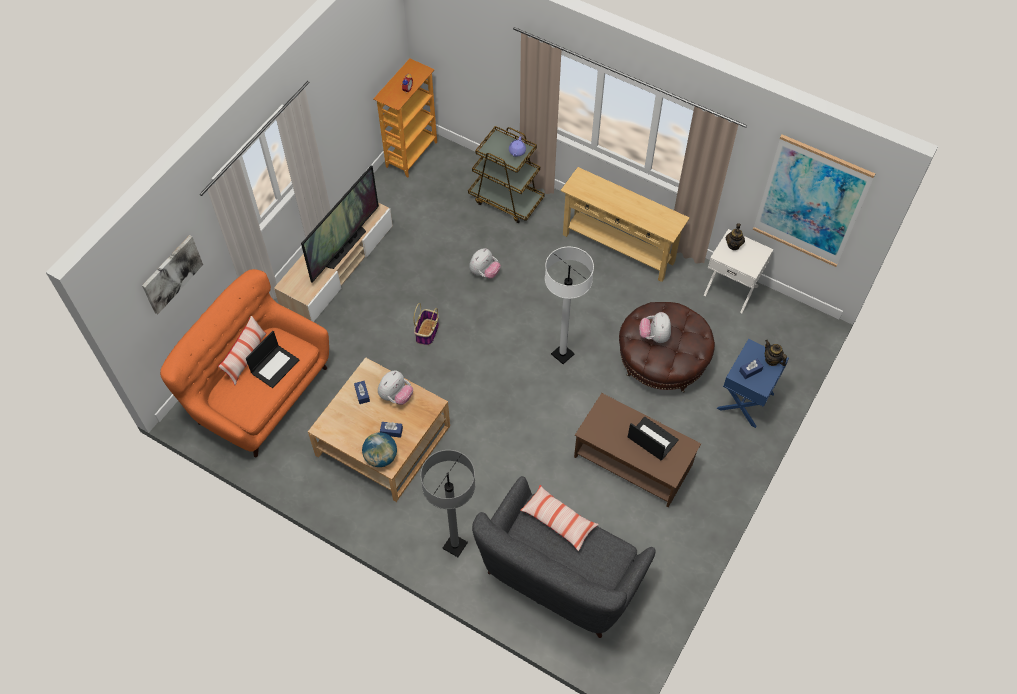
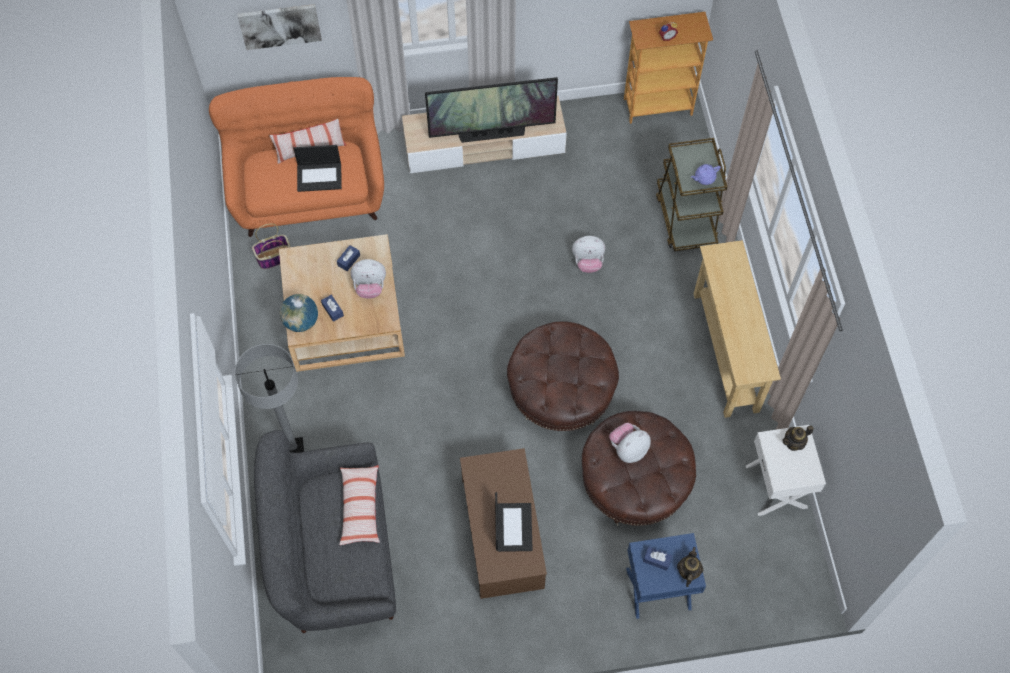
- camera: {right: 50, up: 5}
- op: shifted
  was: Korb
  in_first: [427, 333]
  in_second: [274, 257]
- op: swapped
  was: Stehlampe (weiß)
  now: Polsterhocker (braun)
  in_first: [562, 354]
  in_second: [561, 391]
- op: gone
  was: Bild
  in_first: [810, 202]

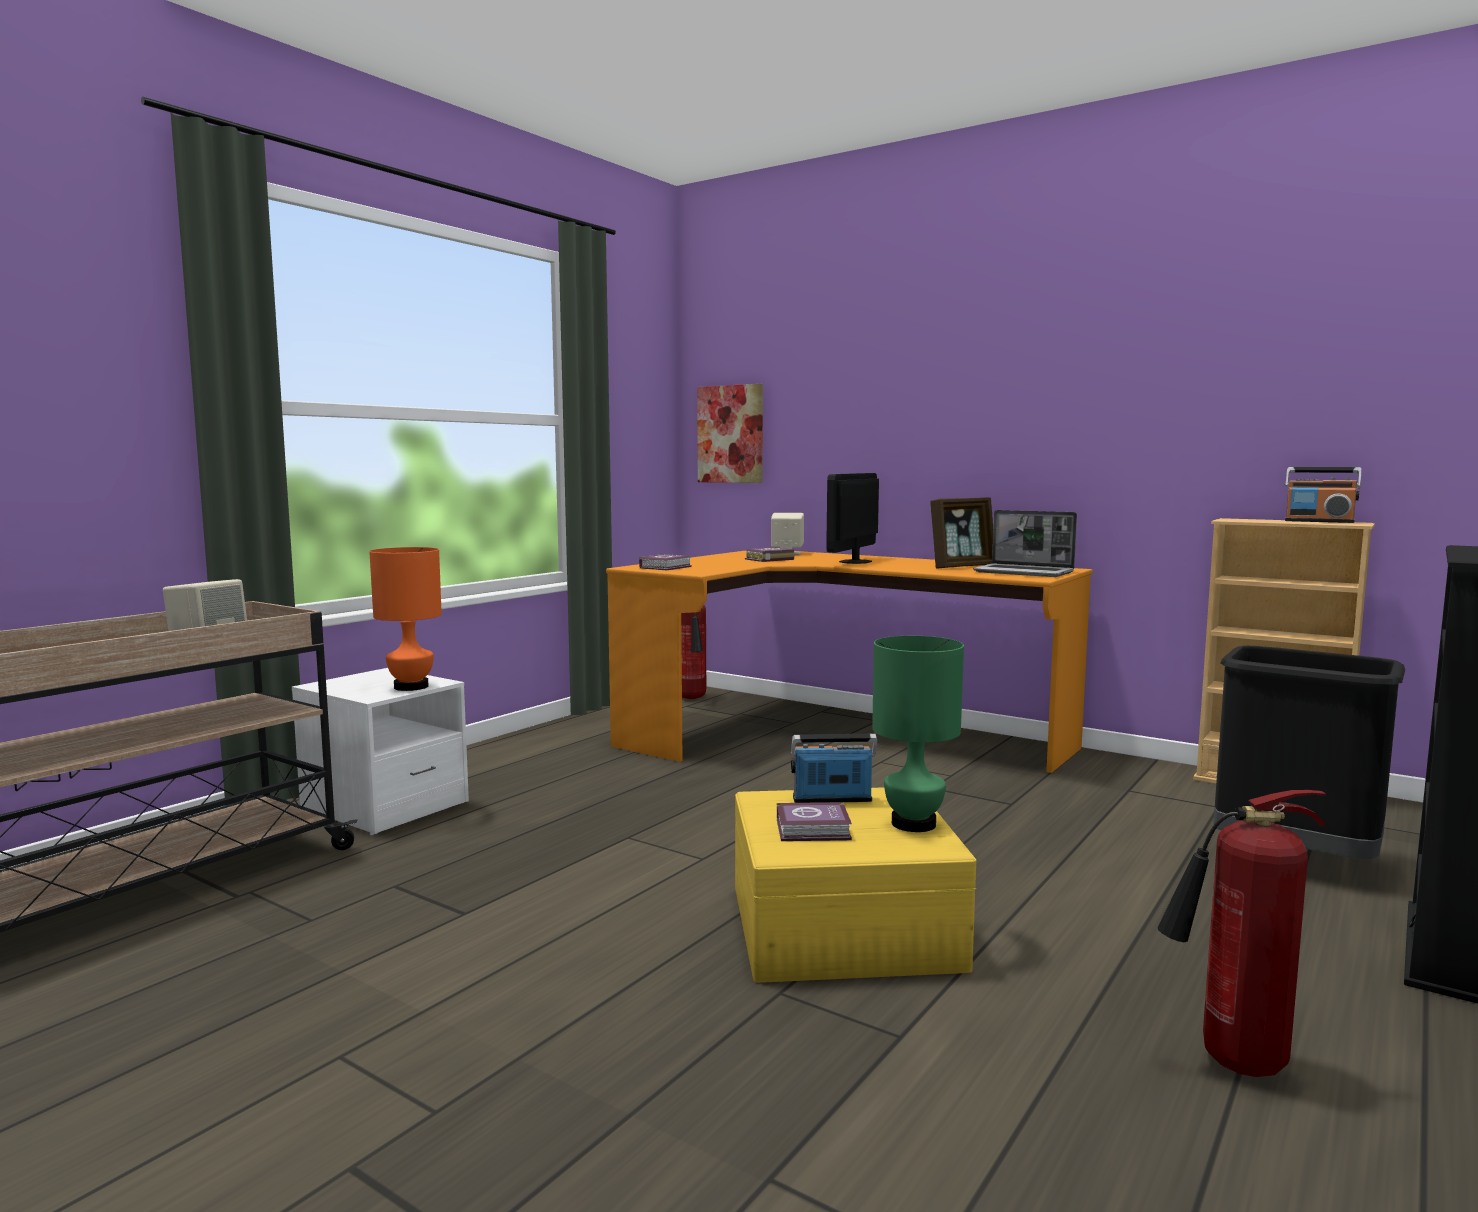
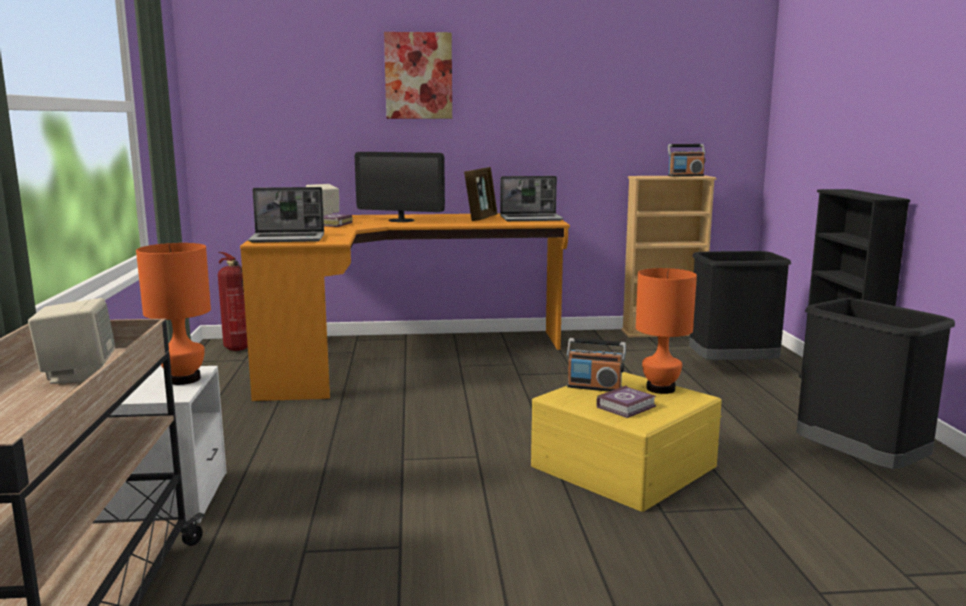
- camera: {right: -40, up: 5}
- op: swapped
  was: Buch
  now: Laptop
  in_first: [667, 567]
  in_second: [288, 239]
- op: rotated
  was: Monitor
  in_first: [855, 561]
  in_second: [401, 220]
  clockwise: -60
- op: shifted
  was: Bild
  in_first: [730, 434]
  in_second: [418, 76]
- op: rotated
  was: Radio
  in_first: [832, 800]
  in_second: [594, 387]
  clockwise: -120
- op: repainted
  was: Tischlampe (grün)
  now: Tischlampe (orange)
  in_first: [914, 824]
  in_second: [661, 388]
- op: swapped
  was: Feuerlöscher
  now: Mülleimer (schwarz)
  in_first: [1232, 1064]
  in_second: [860, 465]

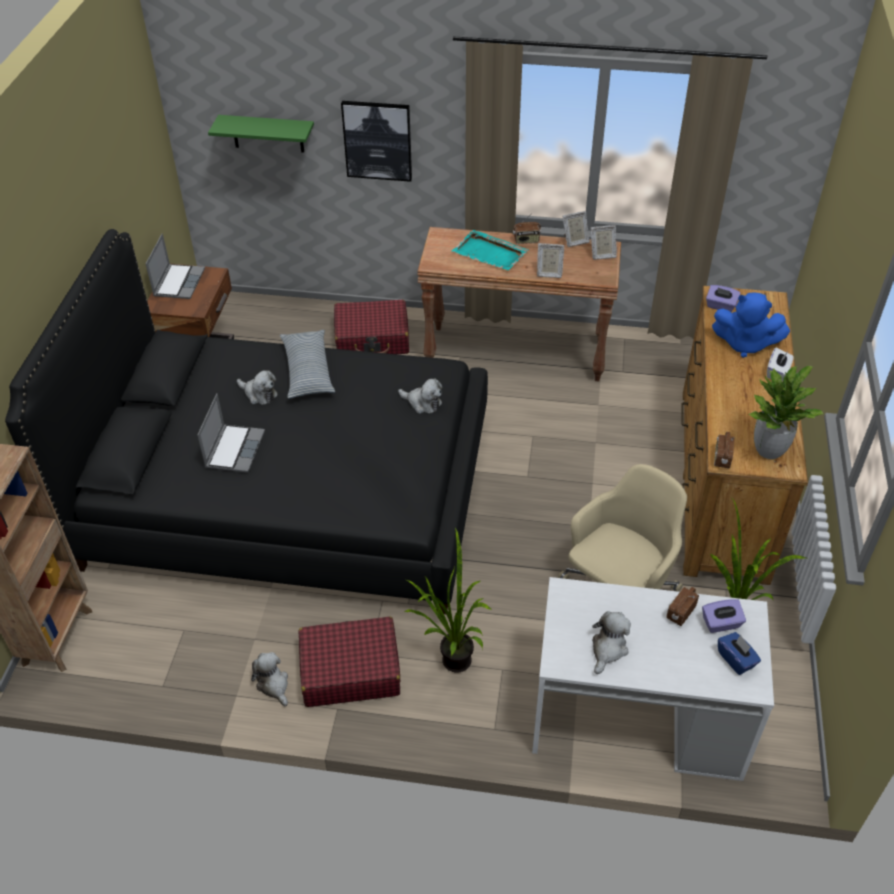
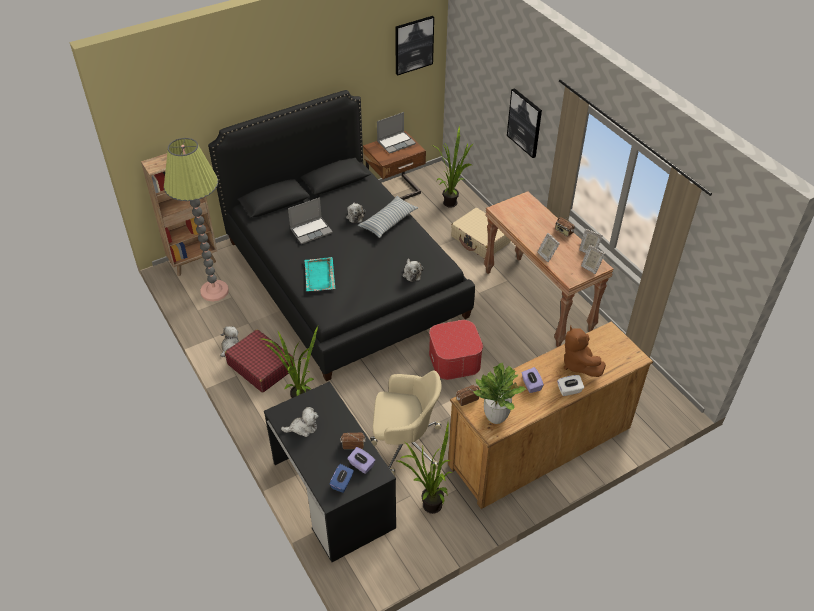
- camera: {right: 50, up: 0}
- op: new
  now: Stehlampe
  in_second: [214, 291]
- op: repainted
  was: Schreibtisch (weiß)
  now: Schreibtisch (schwarz)
  in_first: [637, 717]
  in_second: [332, 494]
- op: shifted
  was: Tablett (türkis)
  in_first: [490, 253]
  in_second: [319, 276]
- op: new
  now: Bild
  in_second: [413, 45]
- op: new
  now: Polsterhocker
  in_second: [454, 360]
- op: new
  now: Topfpflanze
  in_second: [452, 202]
- op: repainted
  was: Koffer (rot)
  now: Koffer (beige)
  in_first: [372, 338]
  in_second: [480, 240]
- op: shifted
  was: Taschentuchbox (lila)
  in_first: [720, 306]
  in_second: [531, 385]
- op: repainted
  was: Plüschtier (blau)
  now: Plüschtier (braun)
  in_first: [745, 344]
  in_second: [578, 364]
- op: gone
  was: Wandregal (grün)
  in_first: [267, 133]

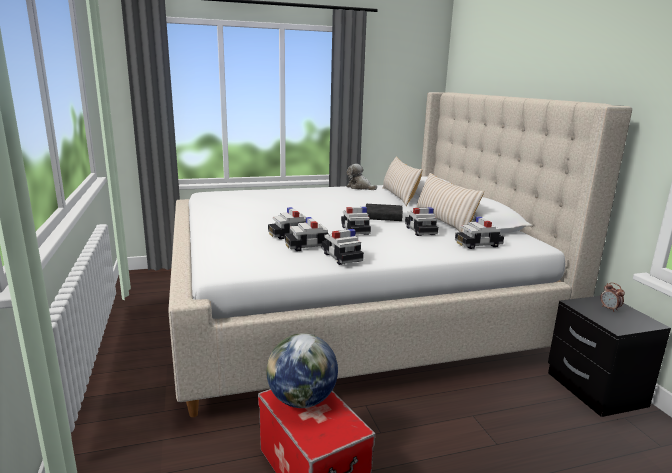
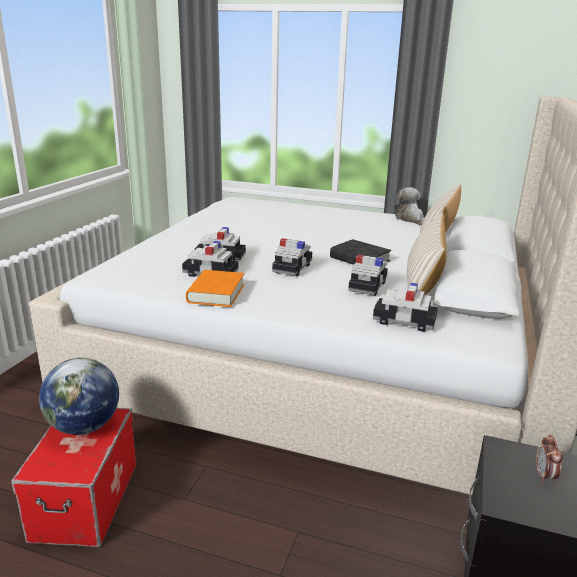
- camera: {right: 35, up: 5}
- op: swapped
  was: Spielzeugauto
  now: Buch (orange)
  in_first: [341, 257]
  in_second: [216, 293]

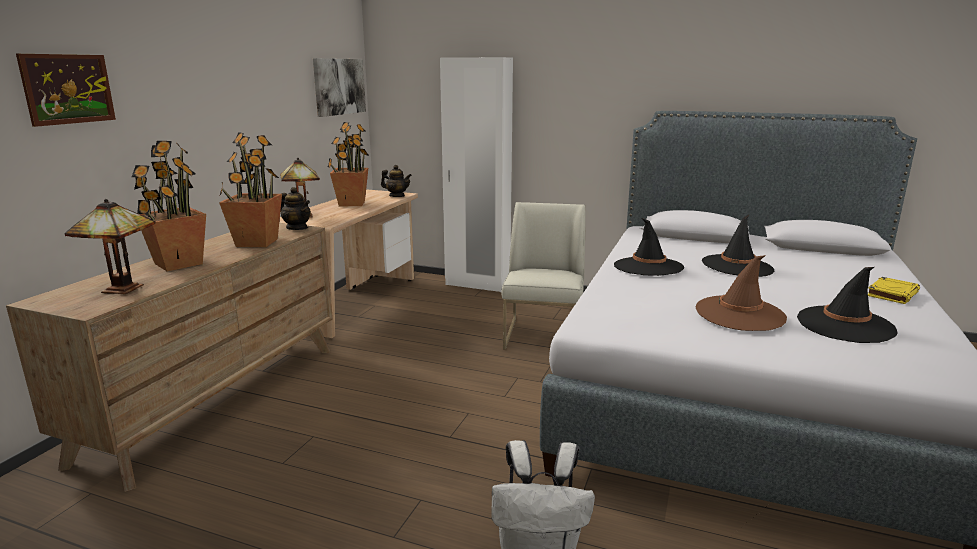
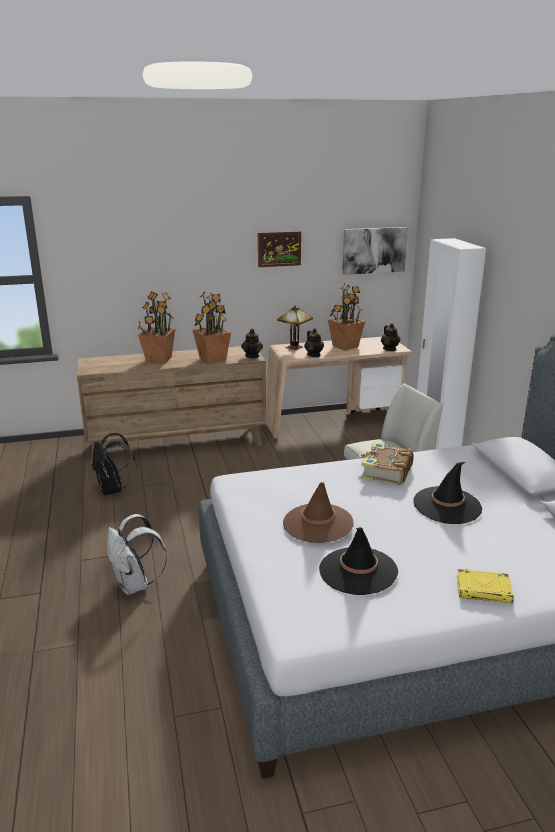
- camera: {right: 55, up: 5}
- op: new
  now: Rucksack (schwarz)
  in_second: [113, 489]
- op: shifted
  was: Bild
  in_first: [68, 89]
  in_second: [279, 249]
- op: new
  now: Teekanne
  in_second: [314, 355]
- op: swapped
  was: Hut (schwarz)
  now: Buch
  in_first: [648, 267]
  in_second: [385, 472]
- op: gone
  was: Tischlampe
  in_first: [123, 288]

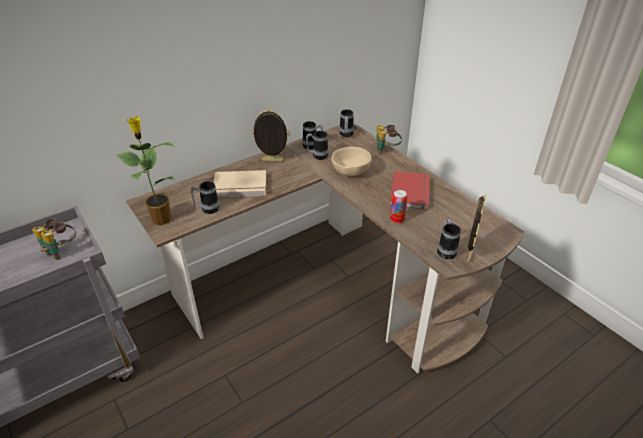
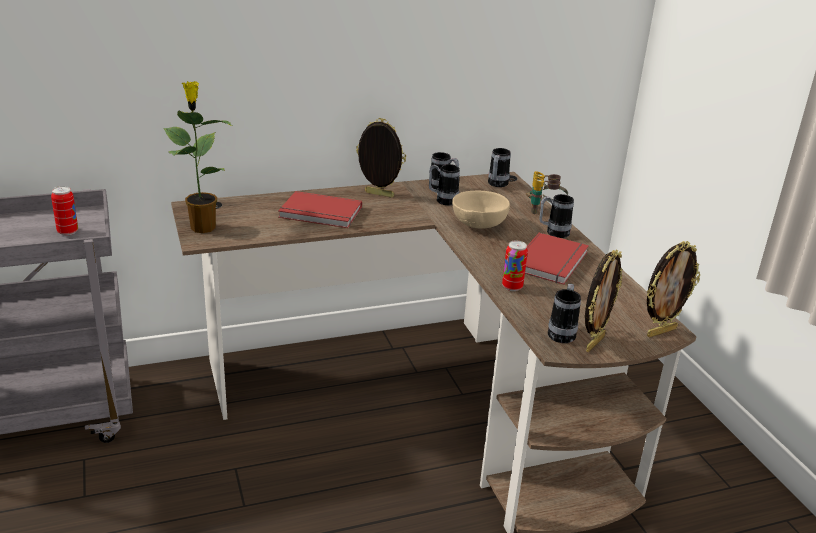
- camera: {right: 15, up: -10}
- op: swapped
  was: Fernglas
  now: Dose
  in_first: [61, 250]
  in_second: [67, 232]
- op: repainted
  was: Buch (beige)
  now: Buch (rot)
  in_first: [240, 186]
  in_second: [320, 213]
- op: shifted
  was: Henkelbecher
  in_first: [207, 209]
  in_second: [553, 233]
- op: new
  now: Bilderrahmen
  in_second: [660, 331]

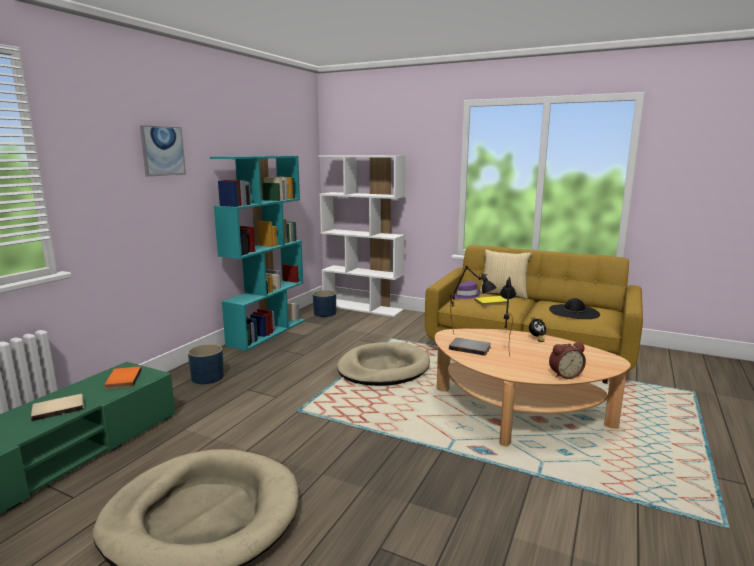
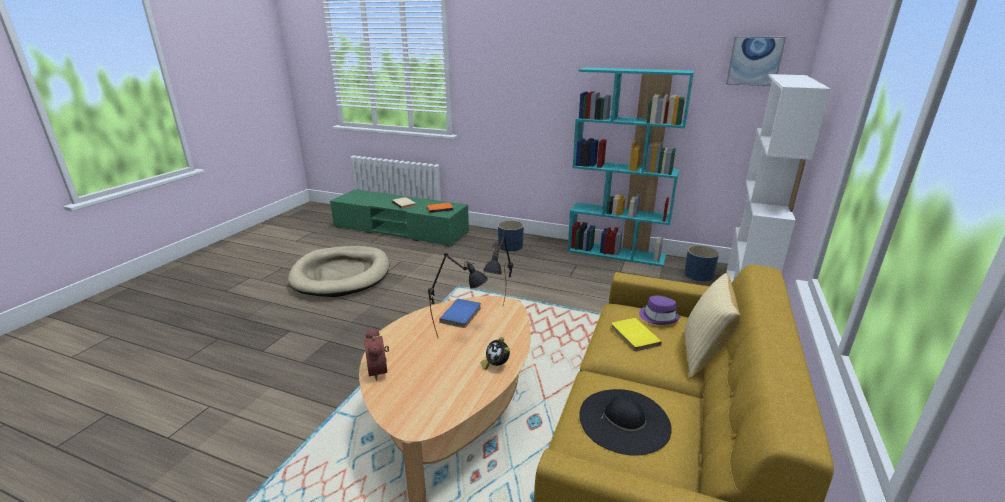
- camera: {right: 85, up: 10}
- op: repainted
  was: Buch (grau)
  now: Buch (blau)
  in_first: [470, 348]
  in_second: [462, 315]
- op: shifted
  was: Bild
  in_first: [162, 151]
  in_second: [754, 61]
- op: gone
  was: Hundebett (beige)
  in_first: [383, 368]

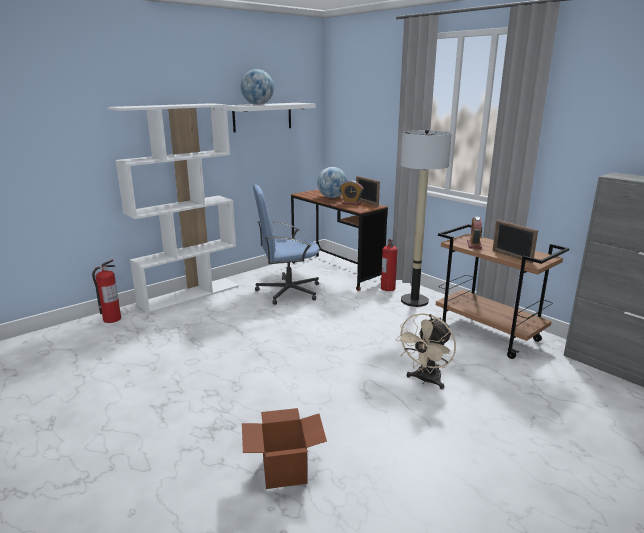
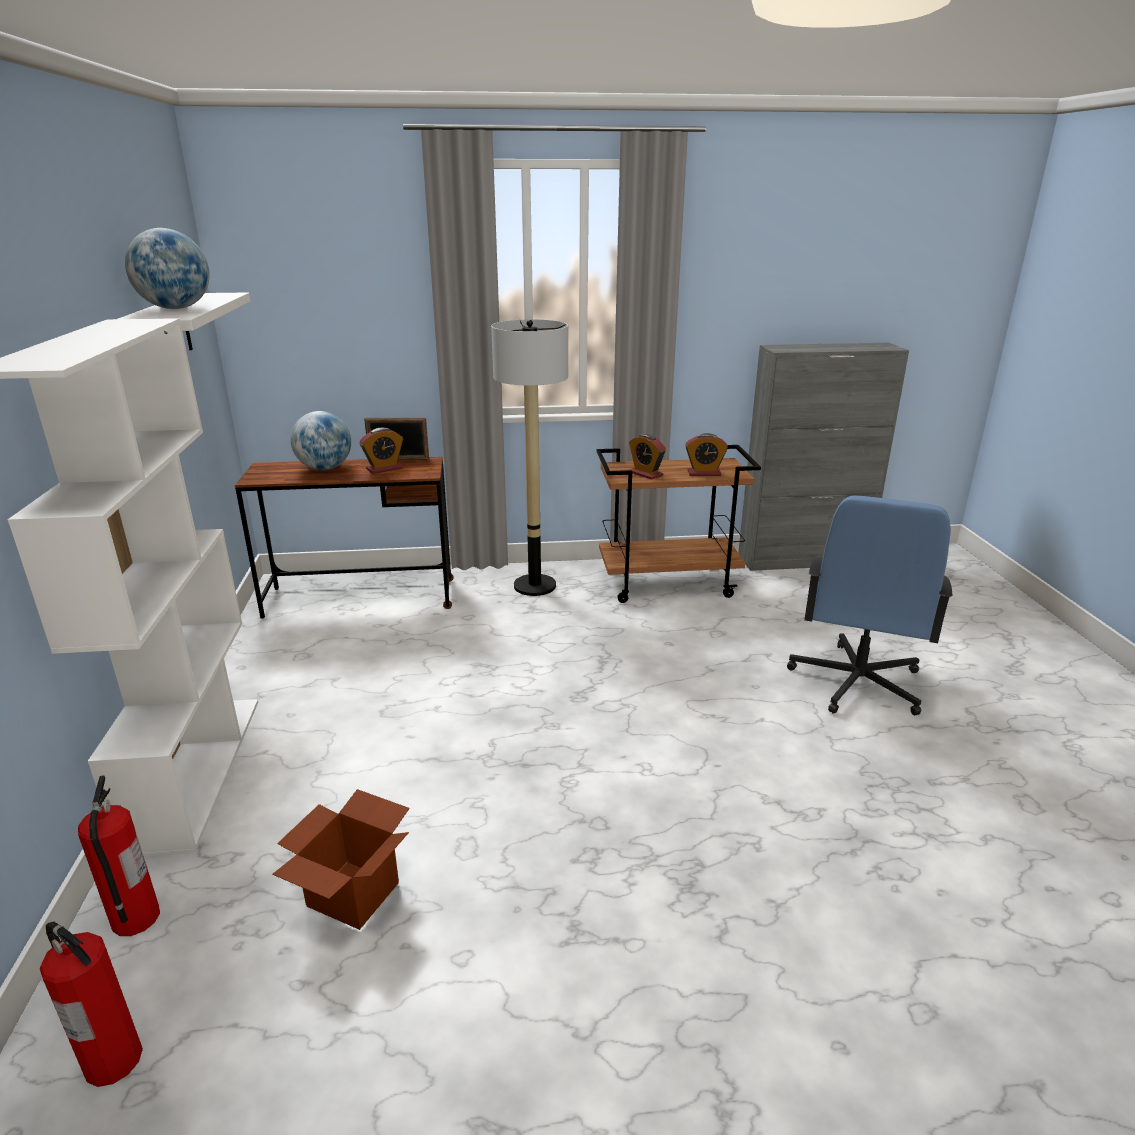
- camera: {right: -55, up: 5}
- op: shifted
  was: Feuerlöscher
  in_first: [388, 288]
  in_second: [112, 1059]
- op: shifted
  was: Karton
  in_first: [284, 470]
  in_second: [353, 894]
- op: swapped
  was: Bilderrahmen
  now: Wecker
  in_first: [511, 256]
  in_second: [704, 473]
- op: shifted
  was: Bürostuhl (blau)
  in_first: [287, 291]
  in_second: [856, 683]
- op: gone
  was: Ventilator (beige)
  in_first: [426, 380]

